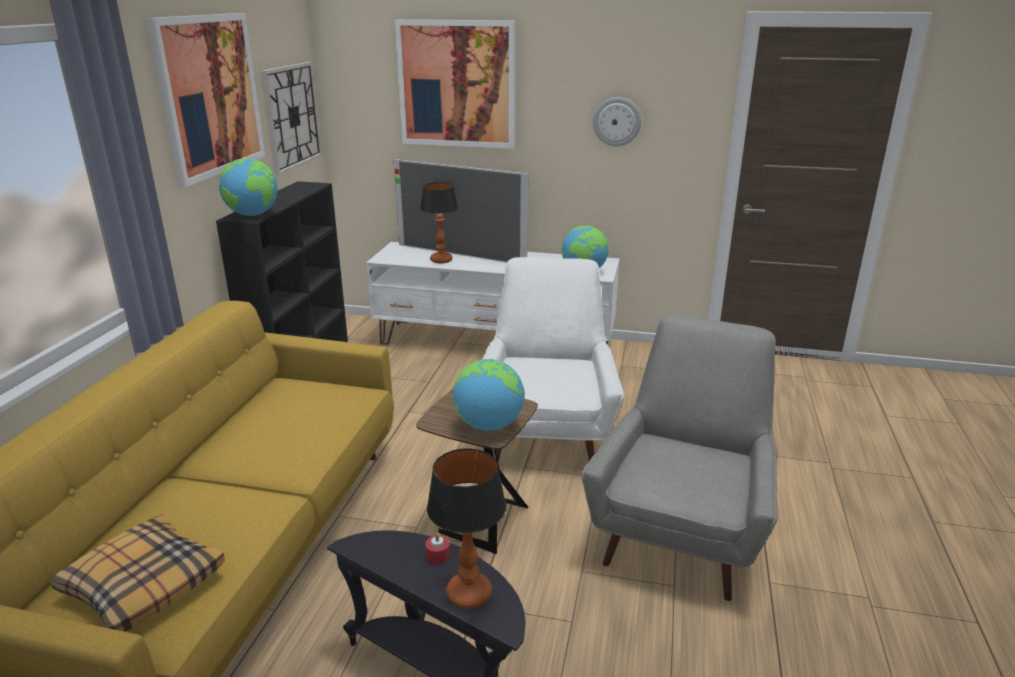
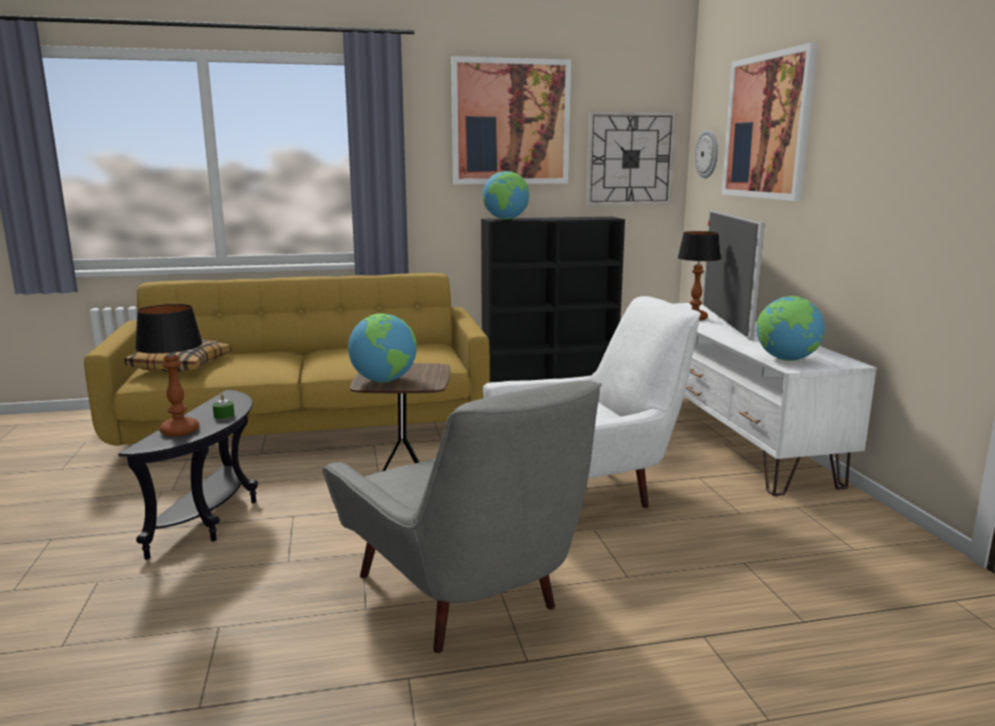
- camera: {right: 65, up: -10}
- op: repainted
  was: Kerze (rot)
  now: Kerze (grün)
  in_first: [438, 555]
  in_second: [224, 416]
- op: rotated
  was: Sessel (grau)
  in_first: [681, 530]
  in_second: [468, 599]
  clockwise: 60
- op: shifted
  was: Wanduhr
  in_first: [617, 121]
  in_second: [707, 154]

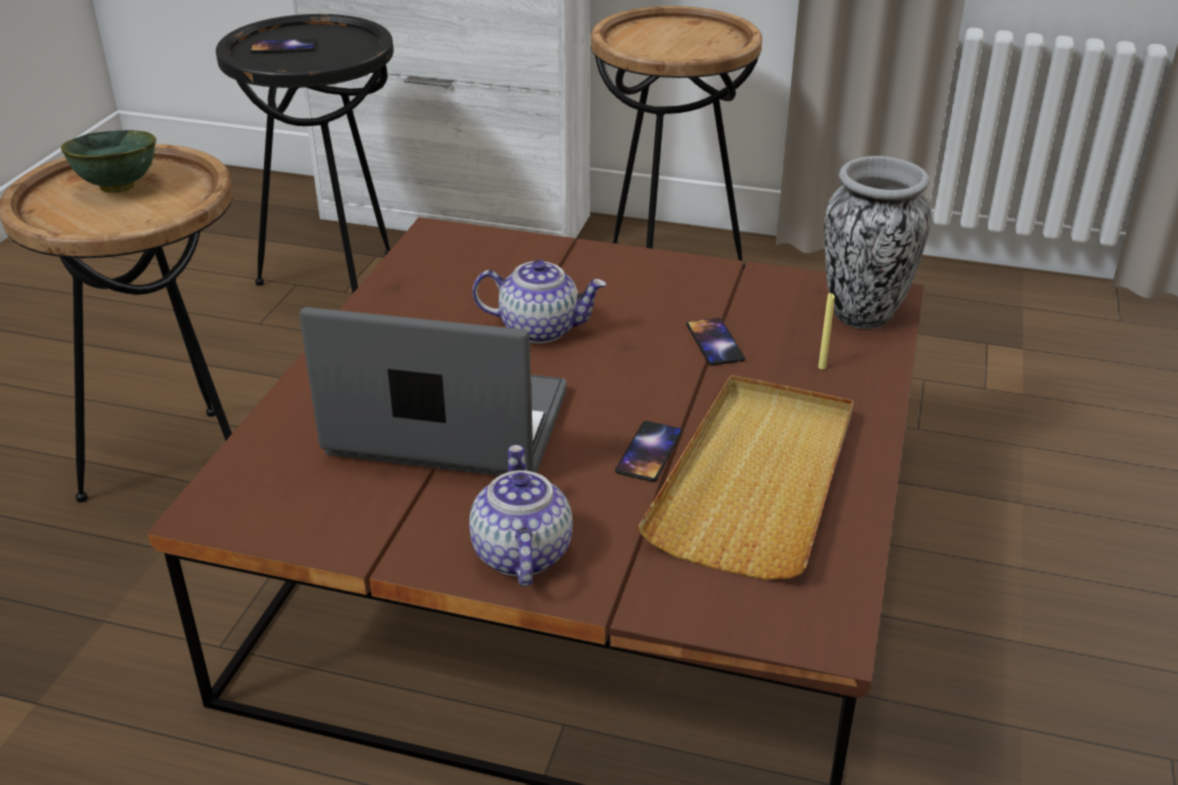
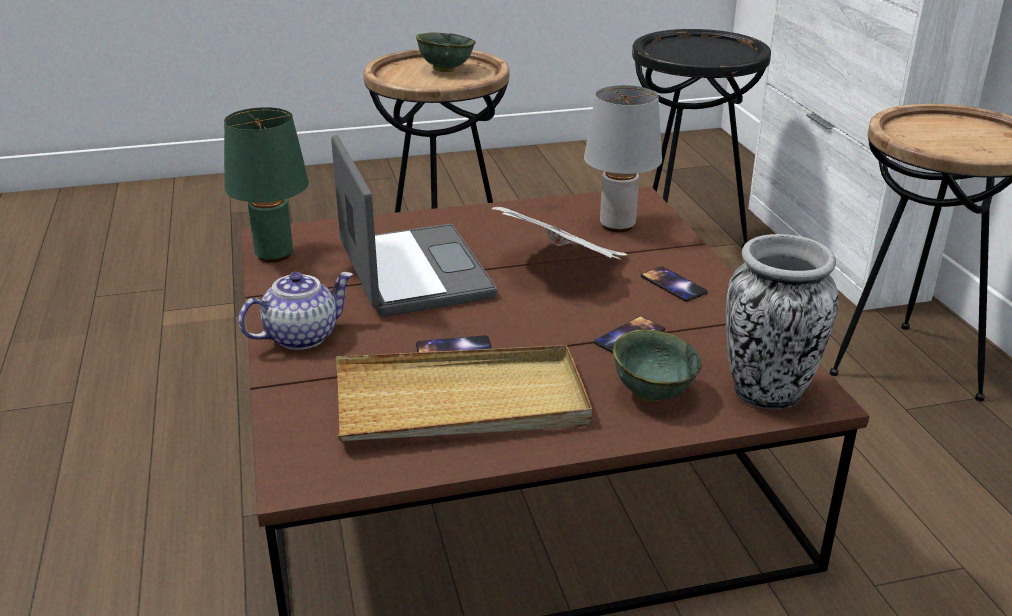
- camera: {right: 60, up: -5}
- op: new
  now: Tischlampe (grün)
  in_second: [274, 254]
- op: swapped
  was: Teekanne
  now: Zeitung
  in_first: [540, 328]
  in_second: [563, 267]
- op: new
  now: Tischlampe (grau)
  in_second: [617, 225]
- op: swapped
  was: Kerze (gelb)
  now: Schüssel (grün)
  in_first: [822, 367]
  in_second: [652, 393]
- op: shifted
  was: Handy
  in_first: [283, 47]
  in_second: [673, 285]

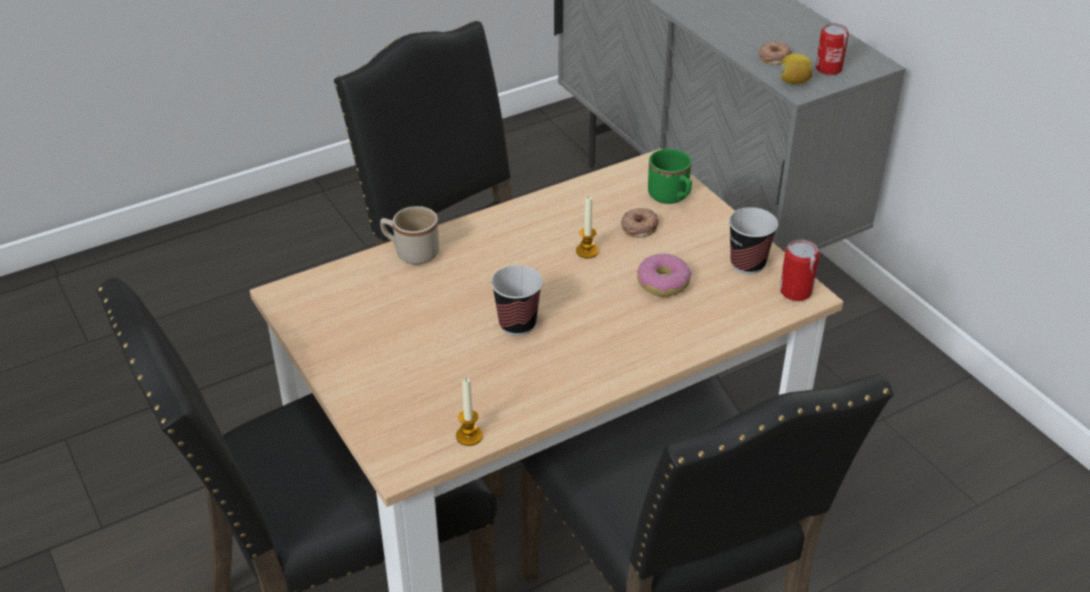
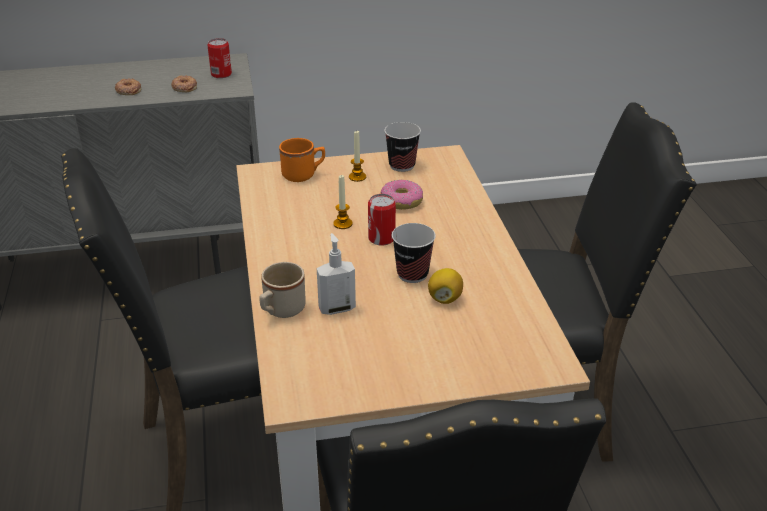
- camera: {right: -70, up: -5}
- op: shifted
  was: Donut
  in_first: [639, 226]
  in_second: [128, 90]
- op: repainted
  was: Henkelbecher (grün)
  now: Henkelbecher (orange)
  in_first: [671, 197]
  in_second: [303, 175]
- op: new
  now: Seifenspender
  in_second: [336, 308]
- op: shifted
  was: Kerze
  in_first: [469, 436]
  in_second: [357, 177]
- op: shifted
  was: Dose
  in_first: [795, 291]
  in_second: [381, 238]
- op: shifted
  was: Zitrone
  in_first: [794, 81]
  in_second: [445, 298]

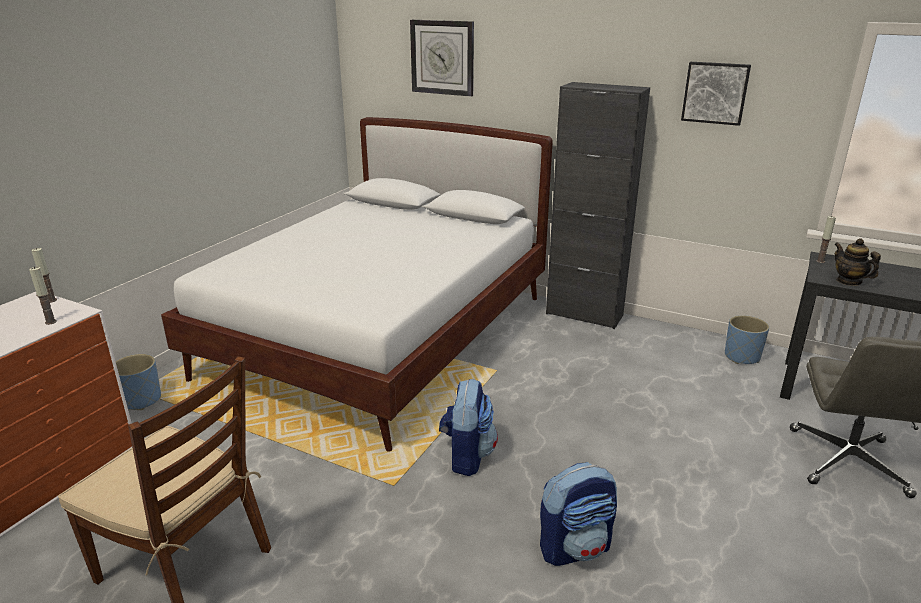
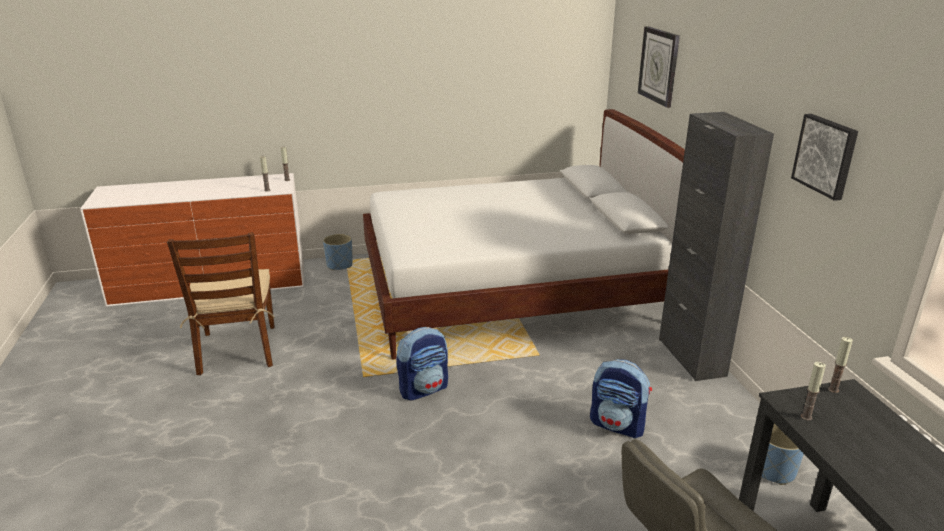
- camera: {right: 50, up: 0}
- op: shifted
  was: Rucksack
  in_first: [575, 547]
  in_second: [618, 425]
- op: swapped
  was: Teekanne
  now: Kerze
  in_first: [849, 281]
  in_second: [806, 417]

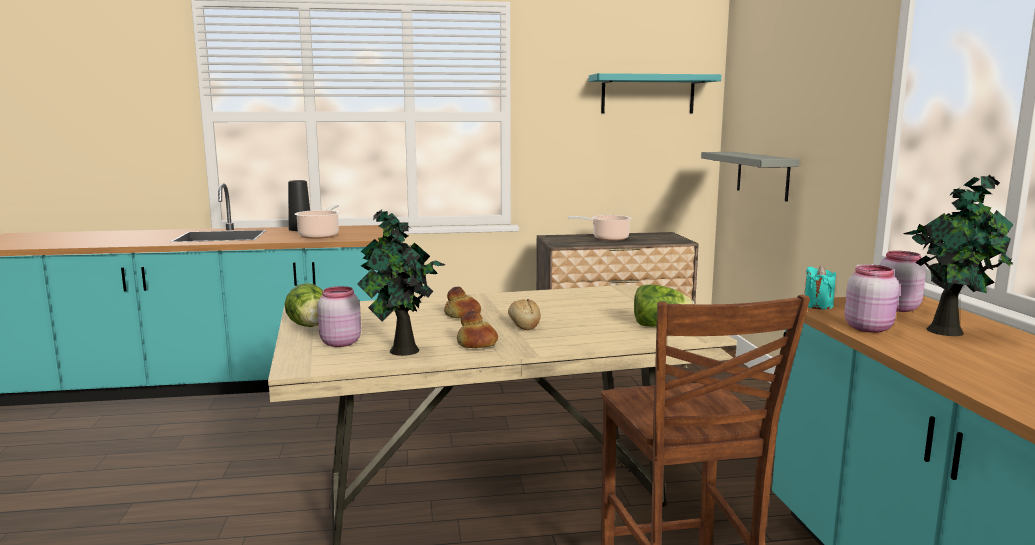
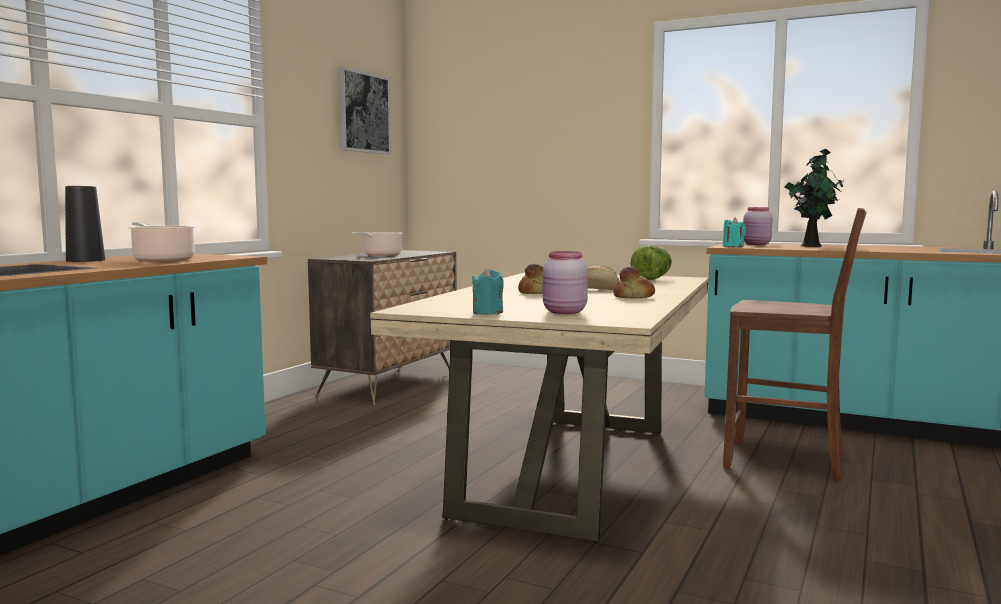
- camera: {right: -55, up: -5}
- op: swapped
  was: Wandregal (türkis)
  now: Bild
  in_first: [647, 94]
  in_second: [363, 112]
- op: swapped
  was: Salatkopf
  now: Kerze (türkis)
  in_first: [311, 327]
  in_second: [487, 313]
- op: gone
  was: Topfpflanze
  in_first: [401, 351]
- op: gone
  was: Wandregal (grau)
  in_first: [762, 175]
- op: gone
  was: Vorratsglas (rosa)
  in_first: [868, 328]

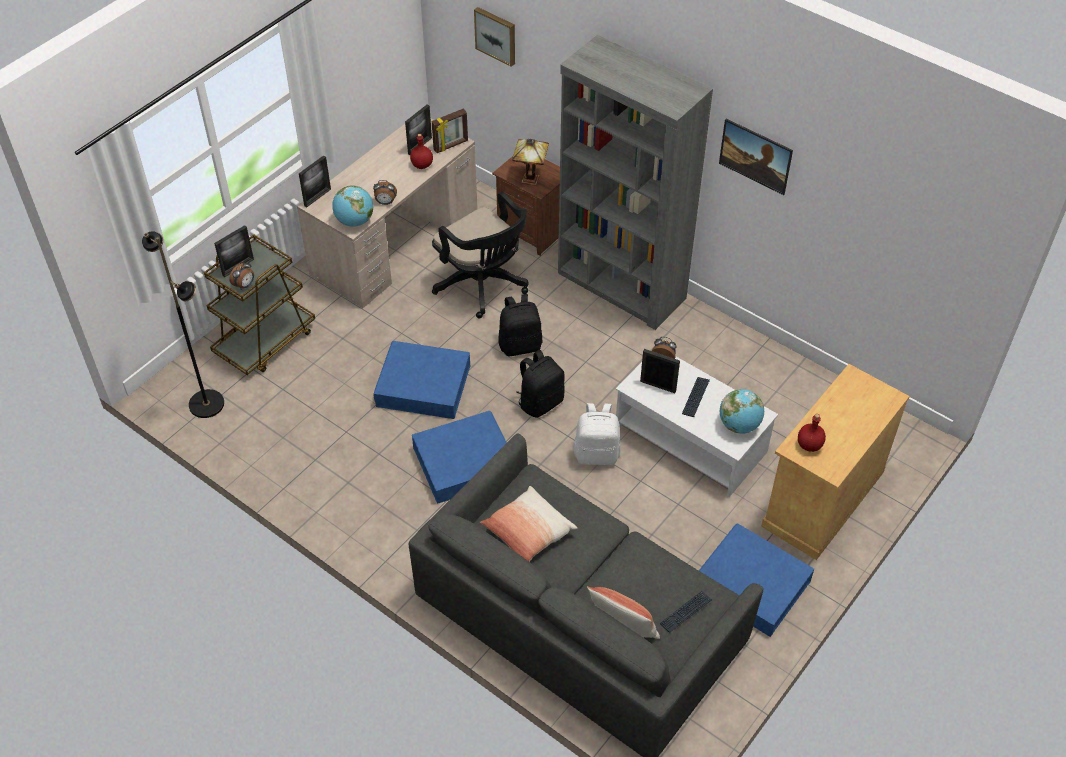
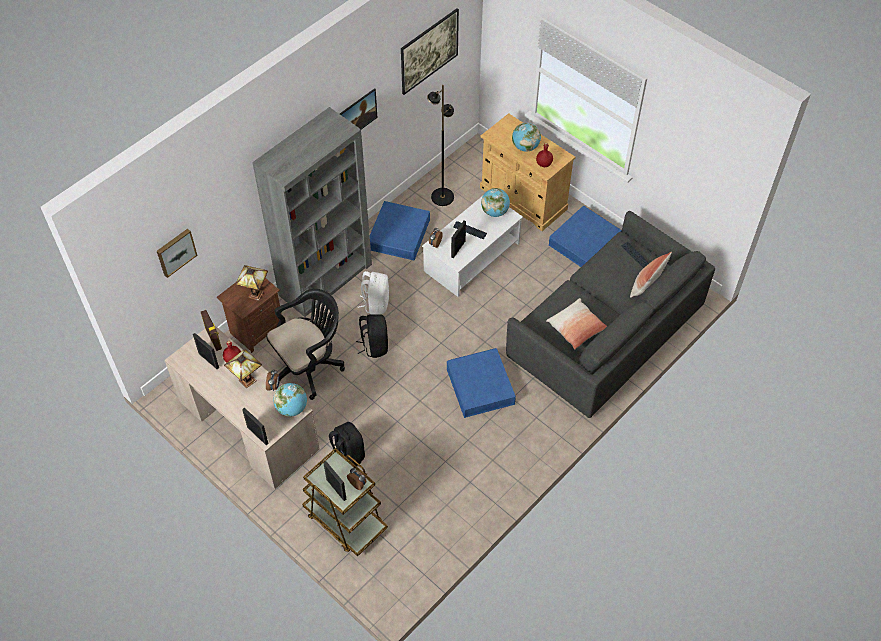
- camera: {right: -85, up: 5}
- op: new
  now: Tischlampe
  in_second: [247, 381]
- op: shifted
  was: Rucksack (schwarz)
  in_first: [540, 402]
  in_second: [347, 455]
- op: shifted
  was: Rucksack (weiß)
  in_first: [597, 454]
  in_second: [376, 303]
- op: shifted
  was: Aufbewahrungsbox (blau)
  in_first: [423, 386]
  in_second: [399, 234]
- op: new
  now: Bild
  in_second: [429, 62]
- op: shifted
  was: Stehlampe (schwarz)
  in_first: [207, 403]
  in_second: [442, 197]
- op: new
  now: Globus
  in_second: [525, 147]

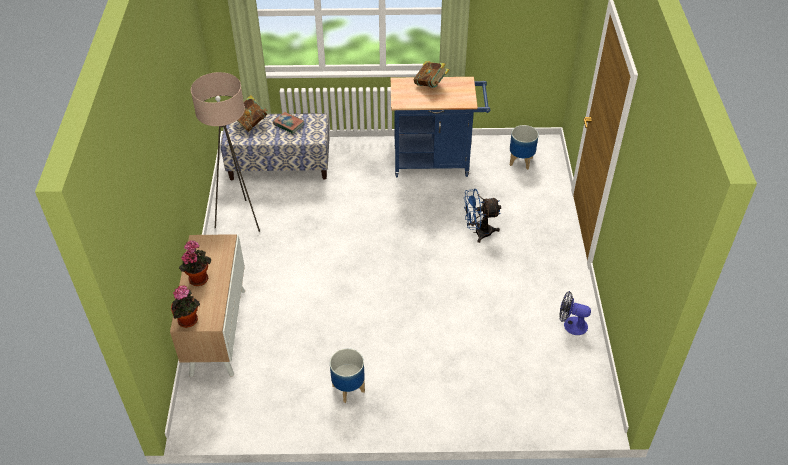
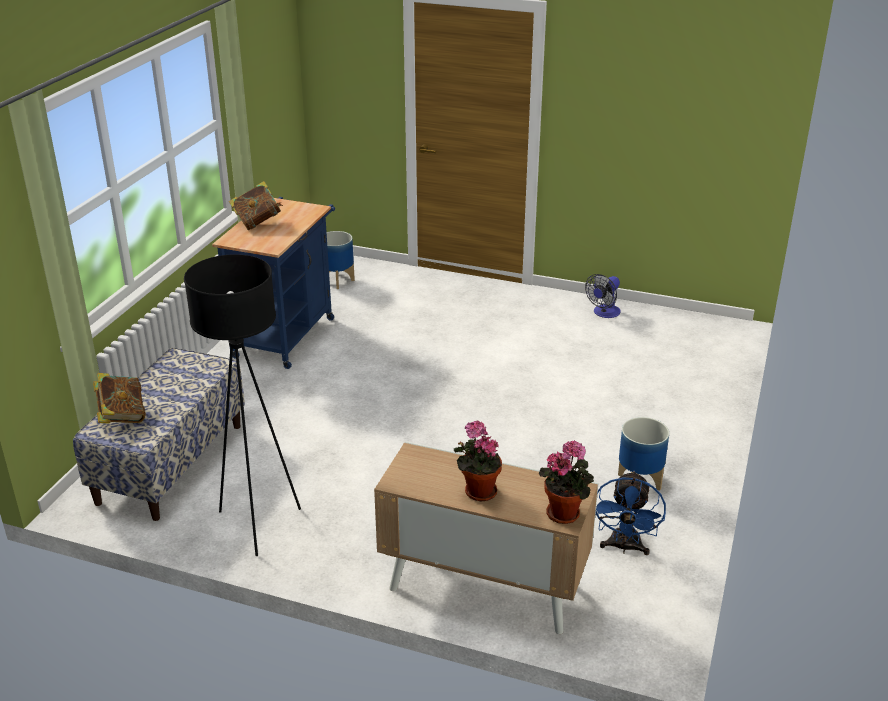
- camera: {right: -70, up: -15}
- op: repainted
  was: Stehlampe (beige)
  now: Stehlampe (schwarz)
  in_first: [240, 219]
  in_second: [258, 524]
- op: shifted
  was: Ventilator (blau)
  in_first: [478, 232]
  in_second: [624, 547]
- op: gone
  was: Buch
  in_first: [288, 124]

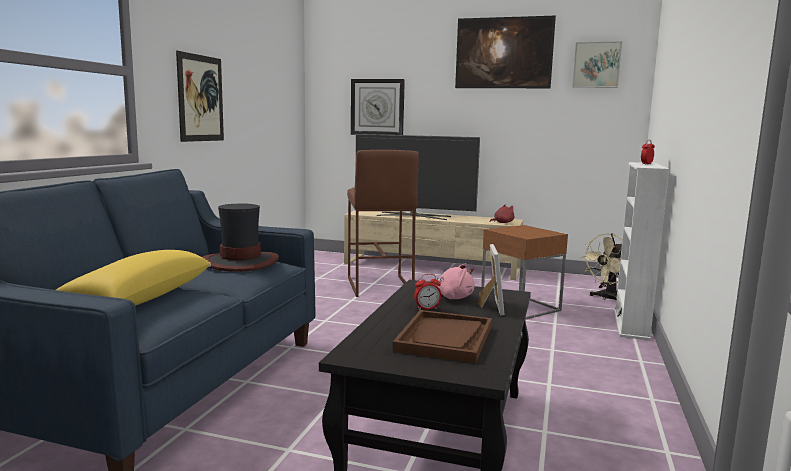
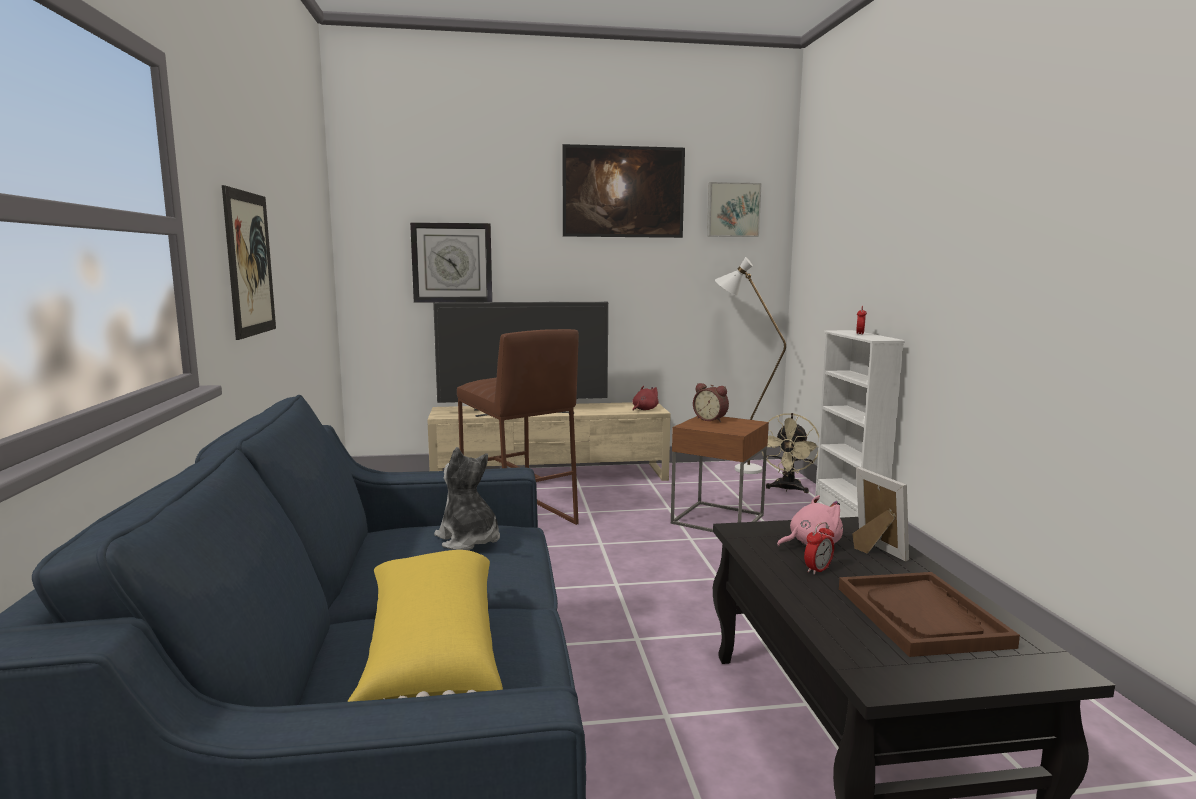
- camera: {right: -25, up: 0}
- op: swapped
  was: Hut
  now: Plüschtier
  in_first: [240, 262]
  in_second: [468, 540]
- op: new
  now: Wecker
  in_second: [711, 419]
- op: new
  now: Stehlampe (weiß)
  in_second: [738, 468]

